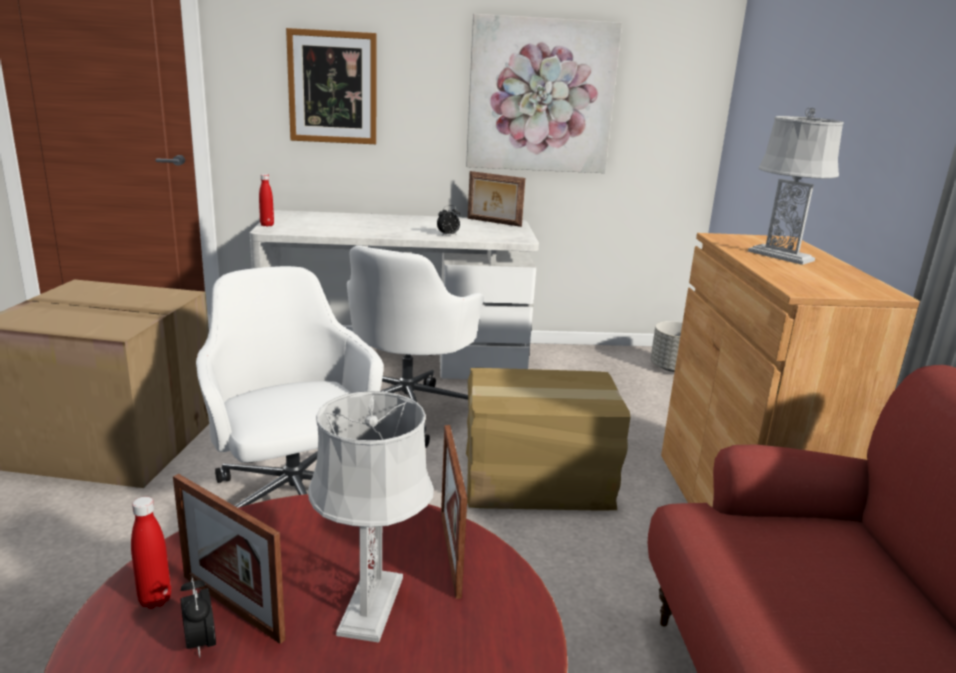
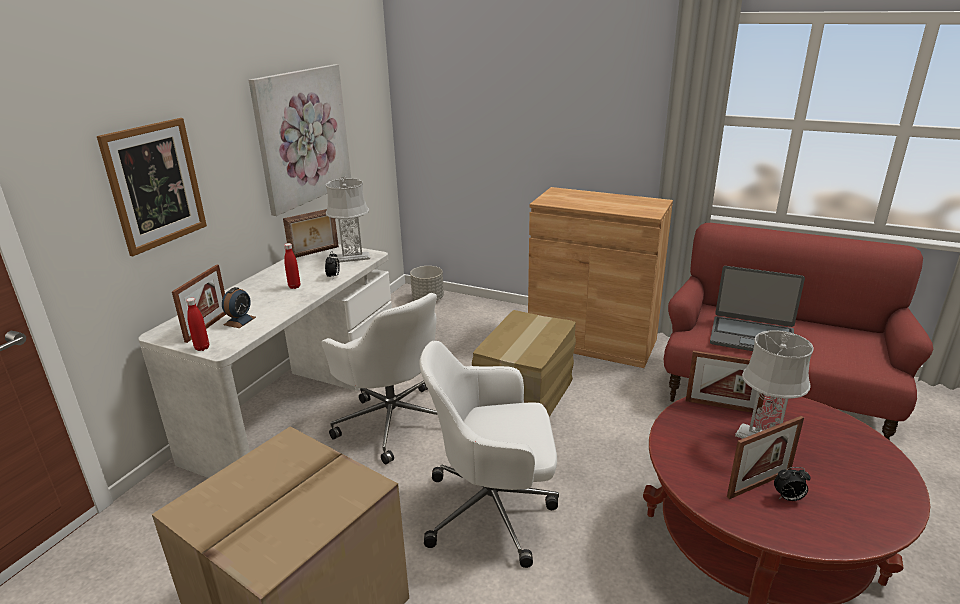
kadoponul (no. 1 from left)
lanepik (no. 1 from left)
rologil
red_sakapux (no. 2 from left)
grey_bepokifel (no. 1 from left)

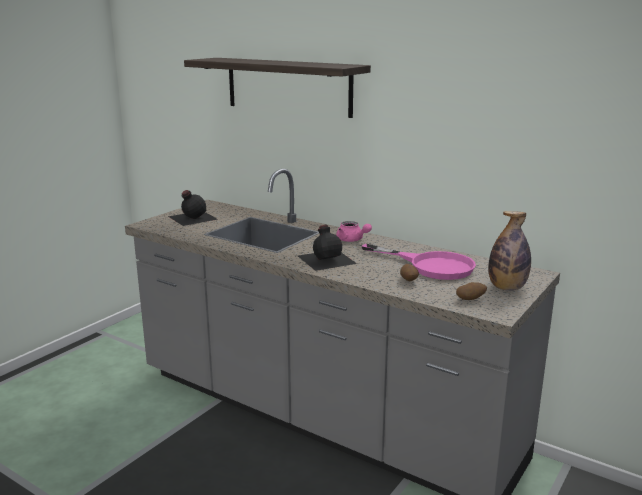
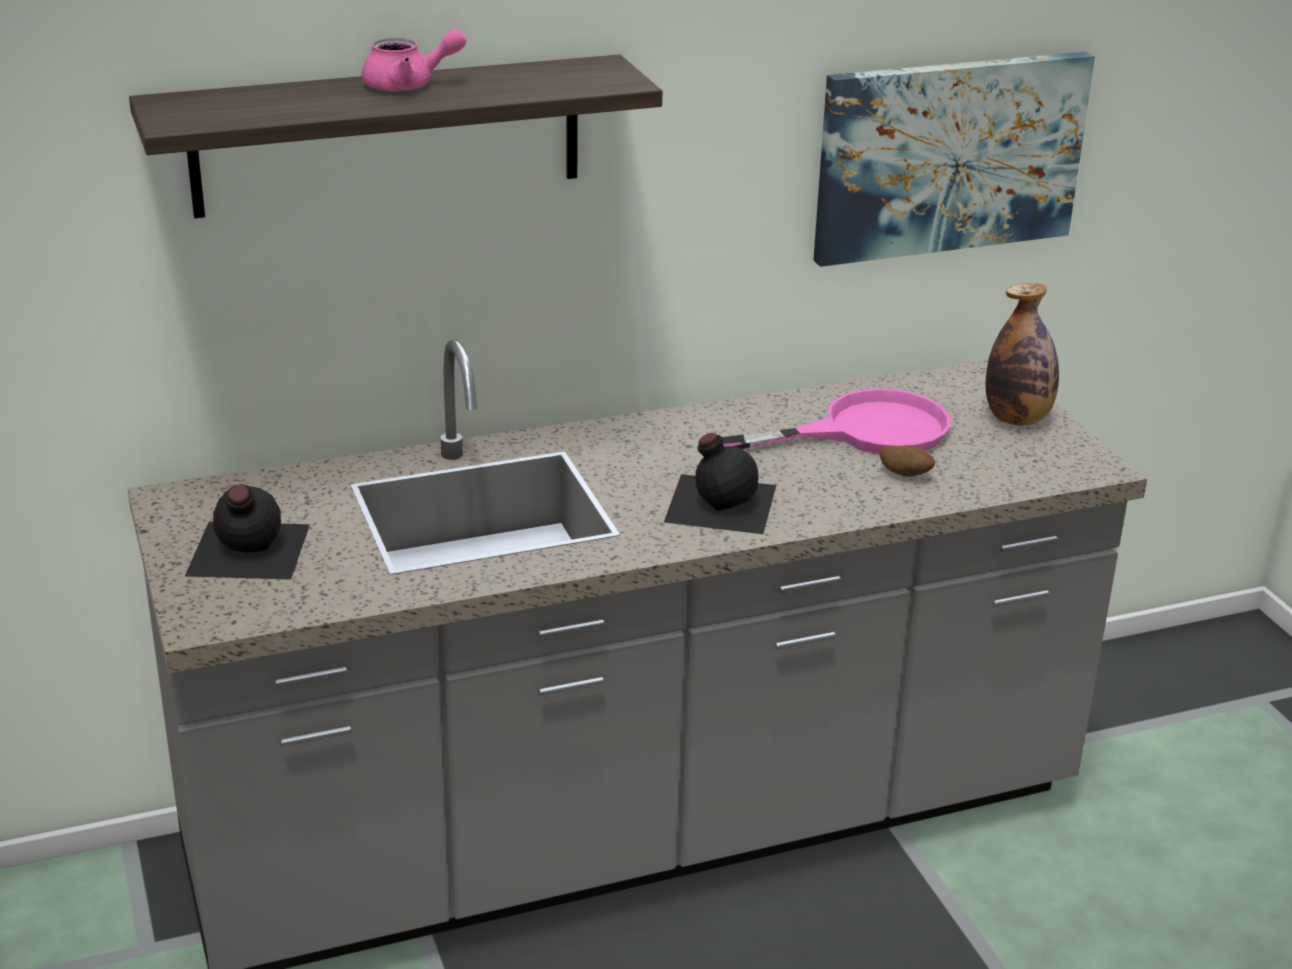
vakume (no. 2 from left in the first image)
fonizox
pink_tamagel

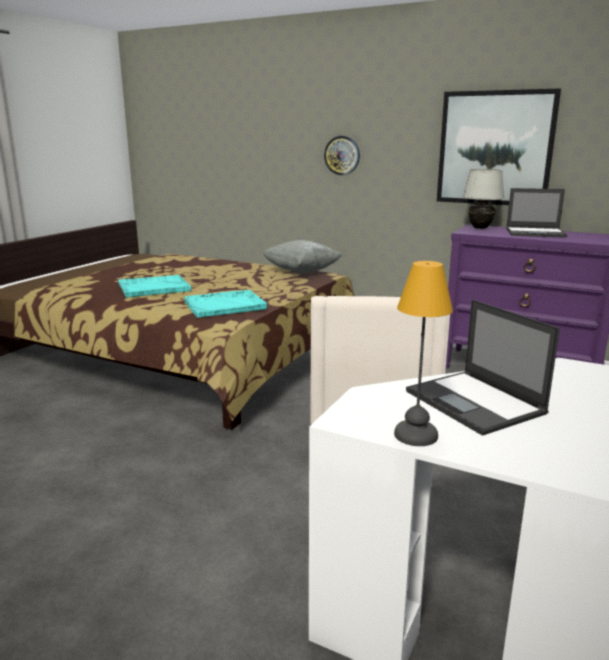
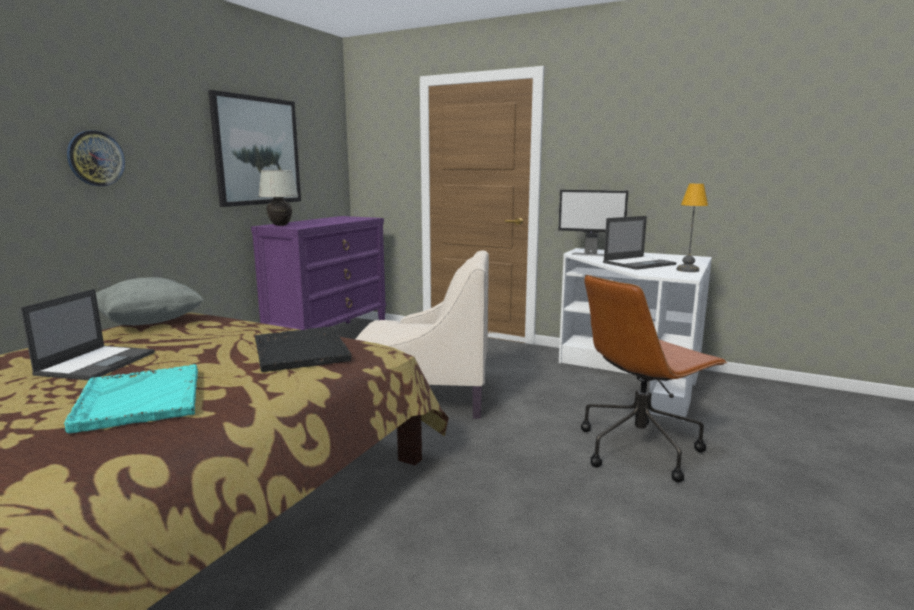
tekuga
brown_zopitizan
rologil (no. 1 from left)
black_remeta

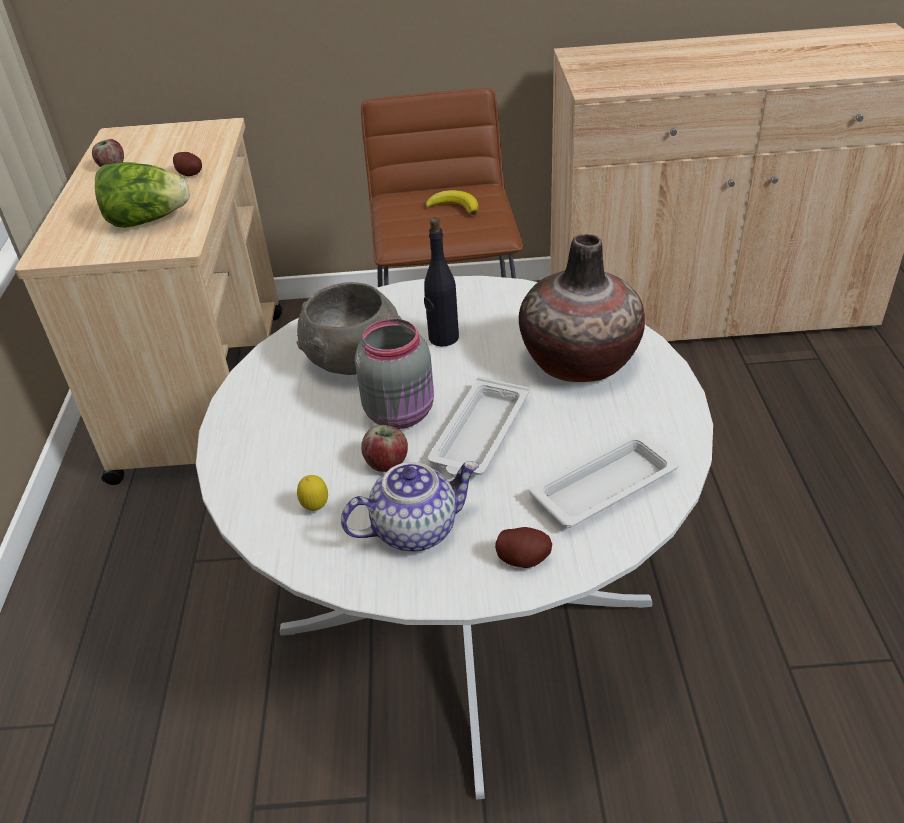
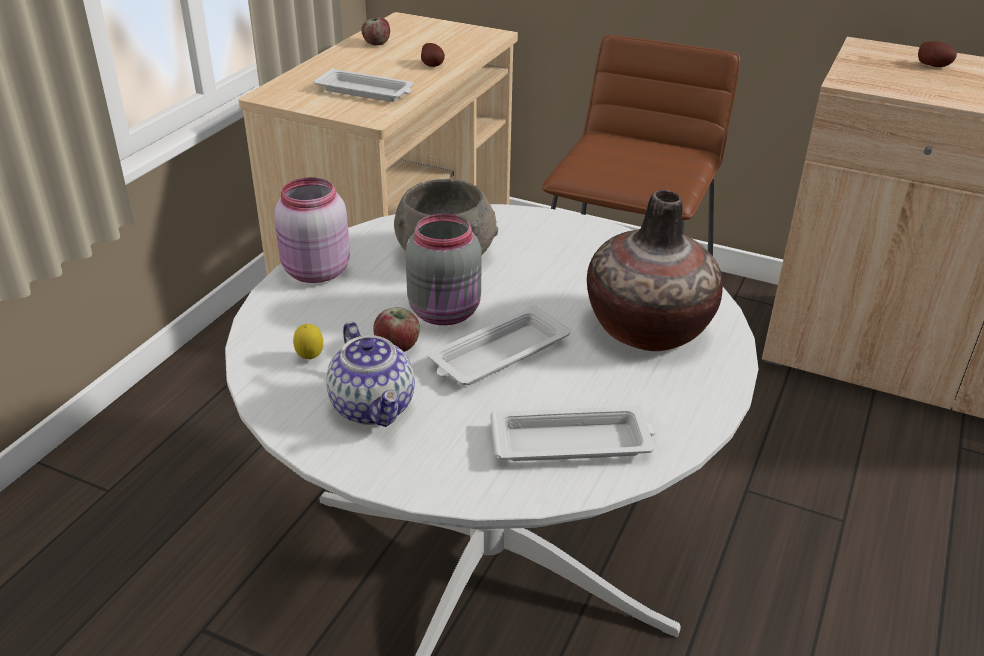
black_sakapux
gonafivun
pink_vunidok
vakume (no. 2 from left)
white_remeta (no. 1 from left)
tamagel

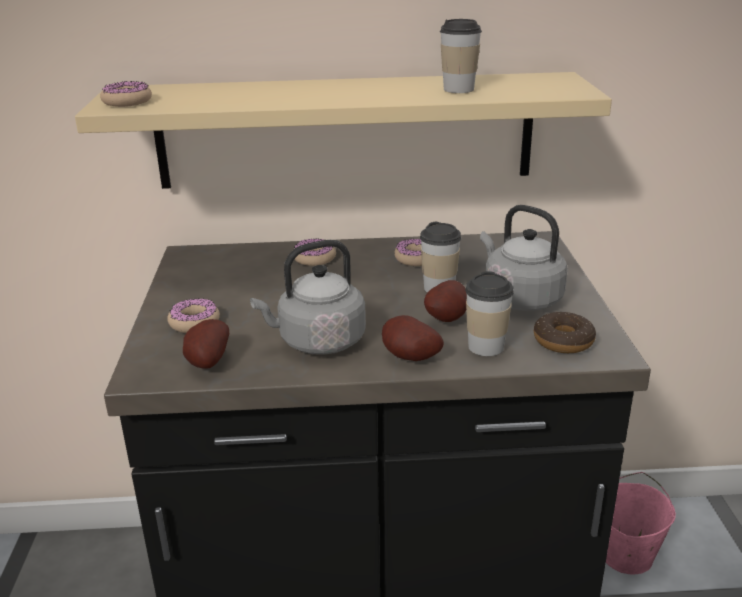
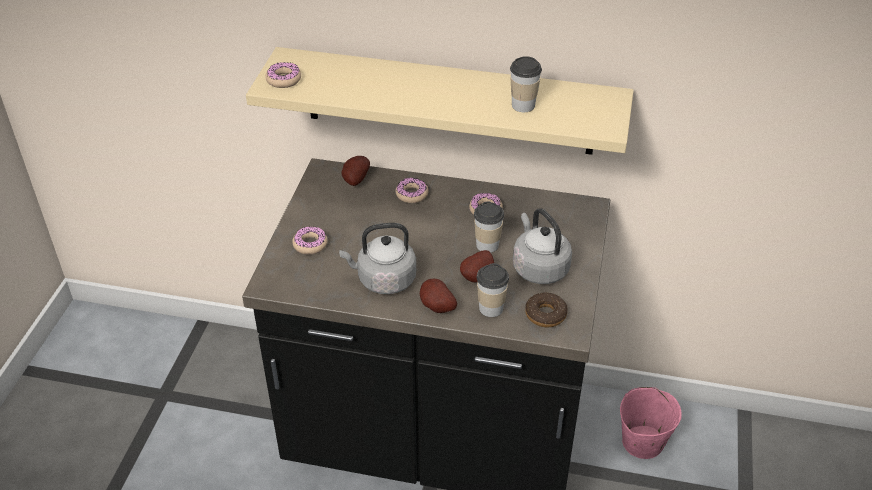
vakume (no. 1 from left)

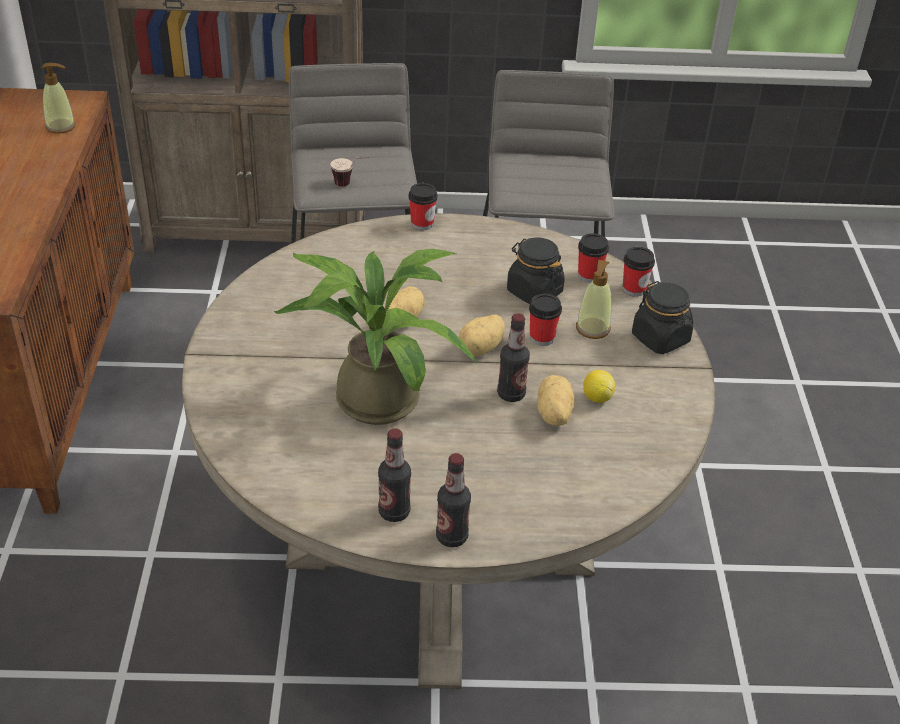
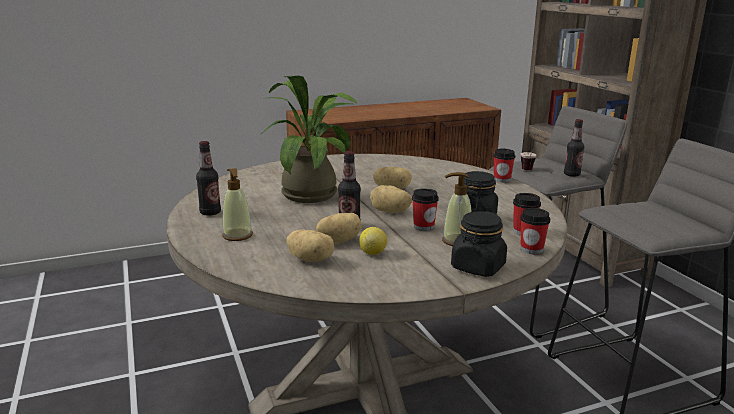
vakume (no. 1 from left)
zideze (no. 1 from left)
sakapux (no. 3 from left)

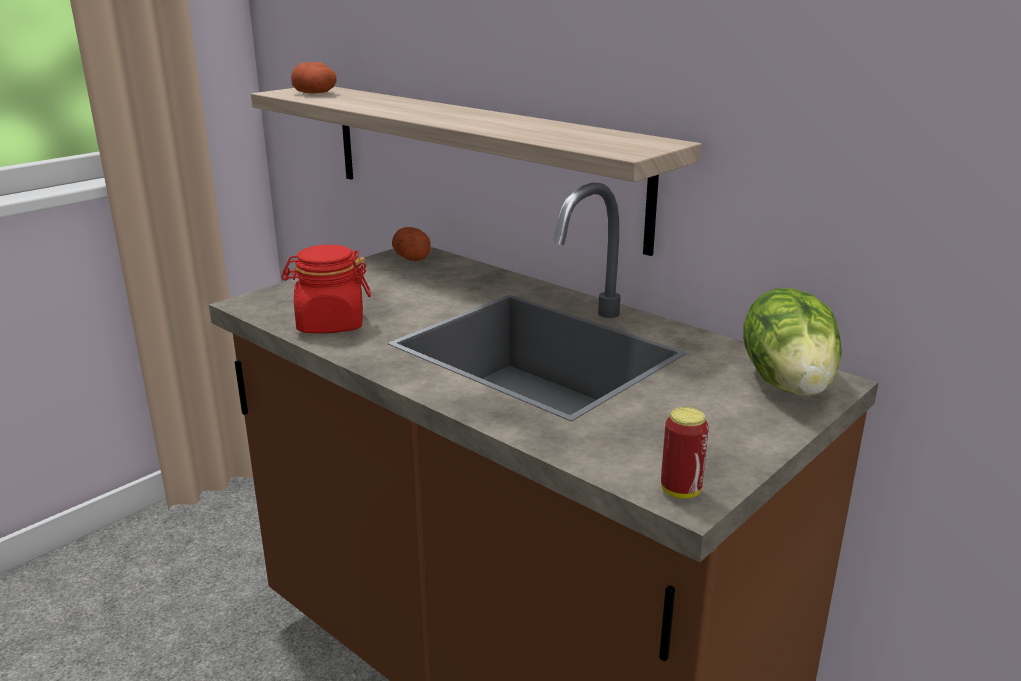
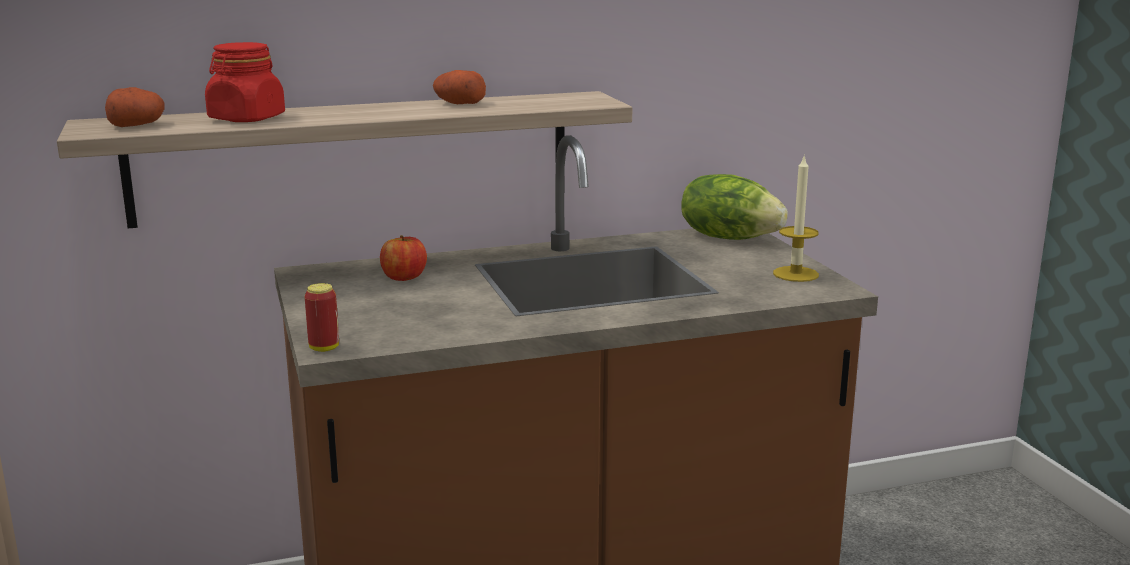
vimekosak
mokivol
red_vunidok
vakume (no. 2 from left)
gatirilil

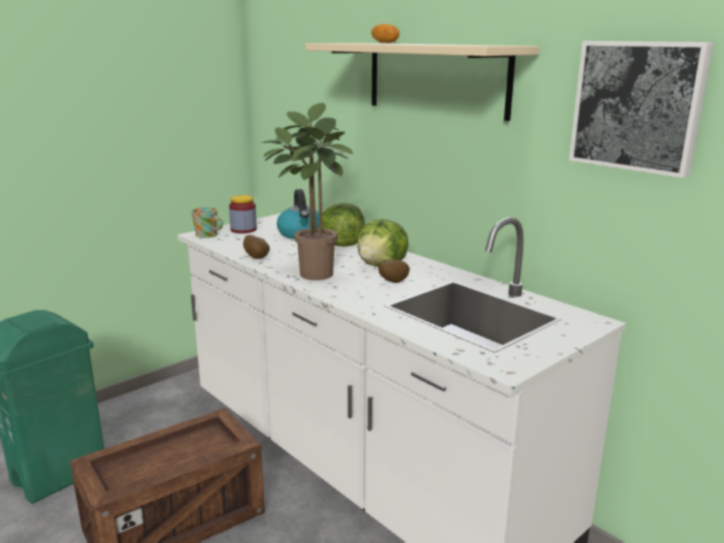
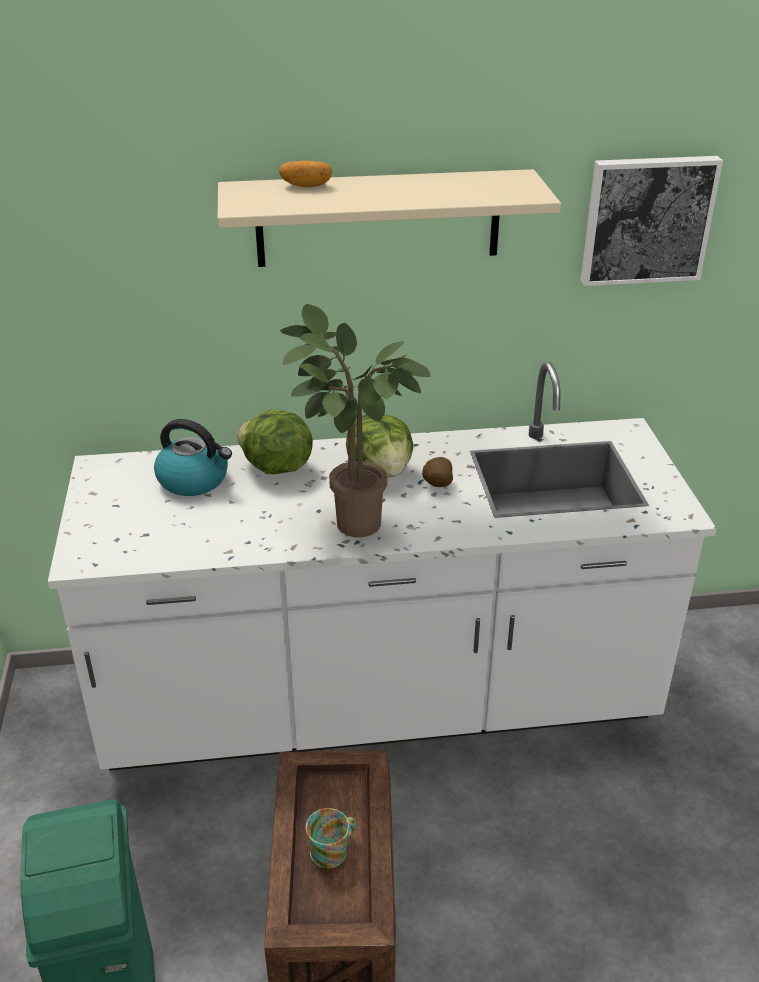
vunidok
vakume (no. 1 from left in the first image)
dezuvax

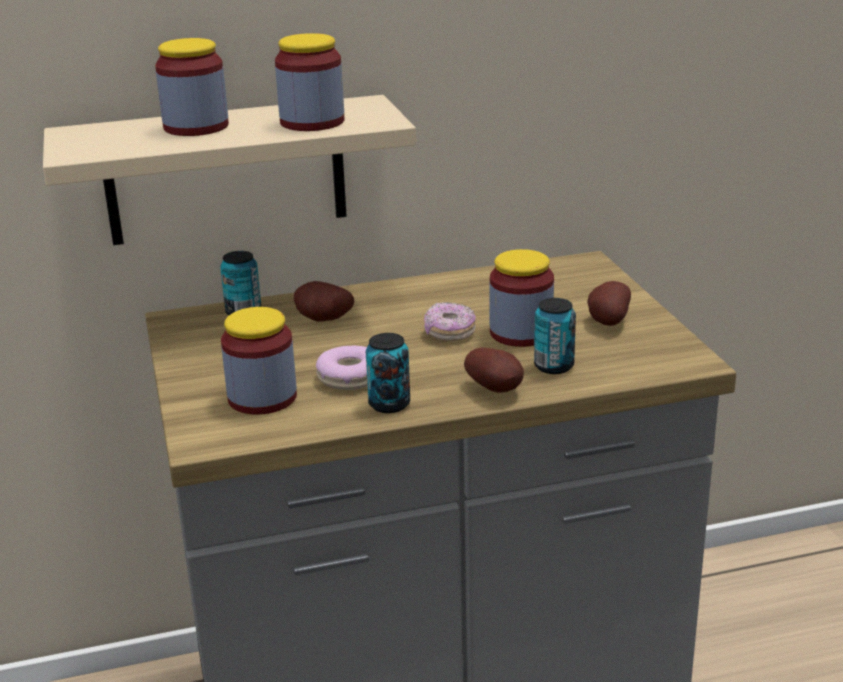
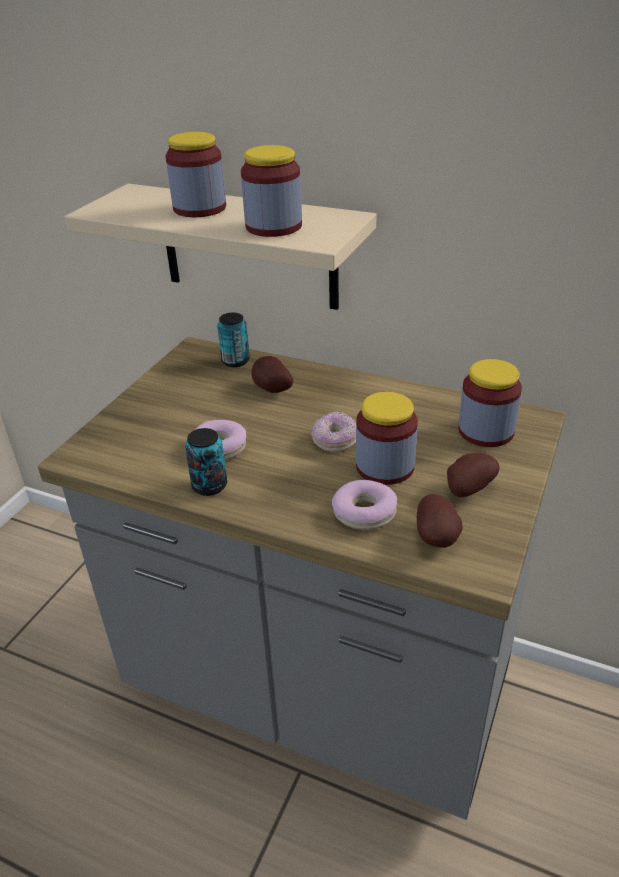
vunidok (no. 4 from left)
vakume (no. 2 from left)
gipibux (no. 3 from left)

